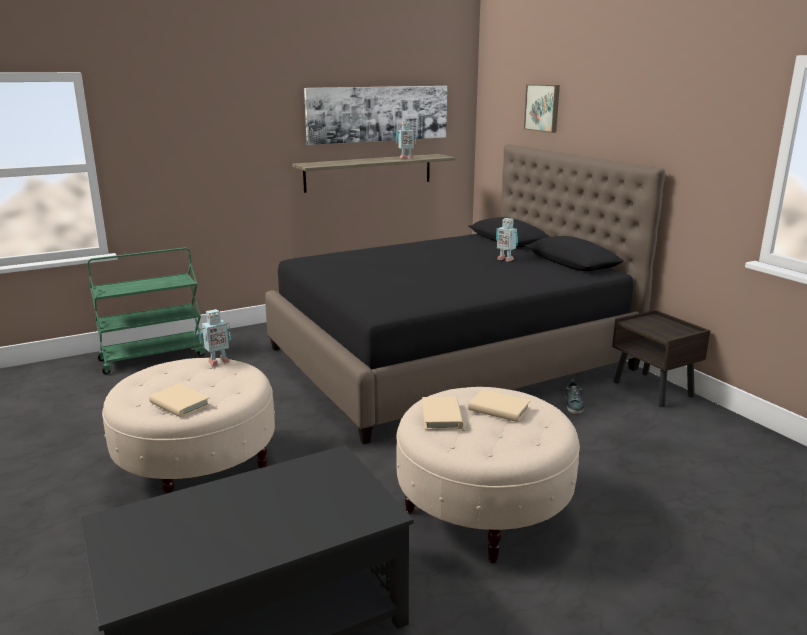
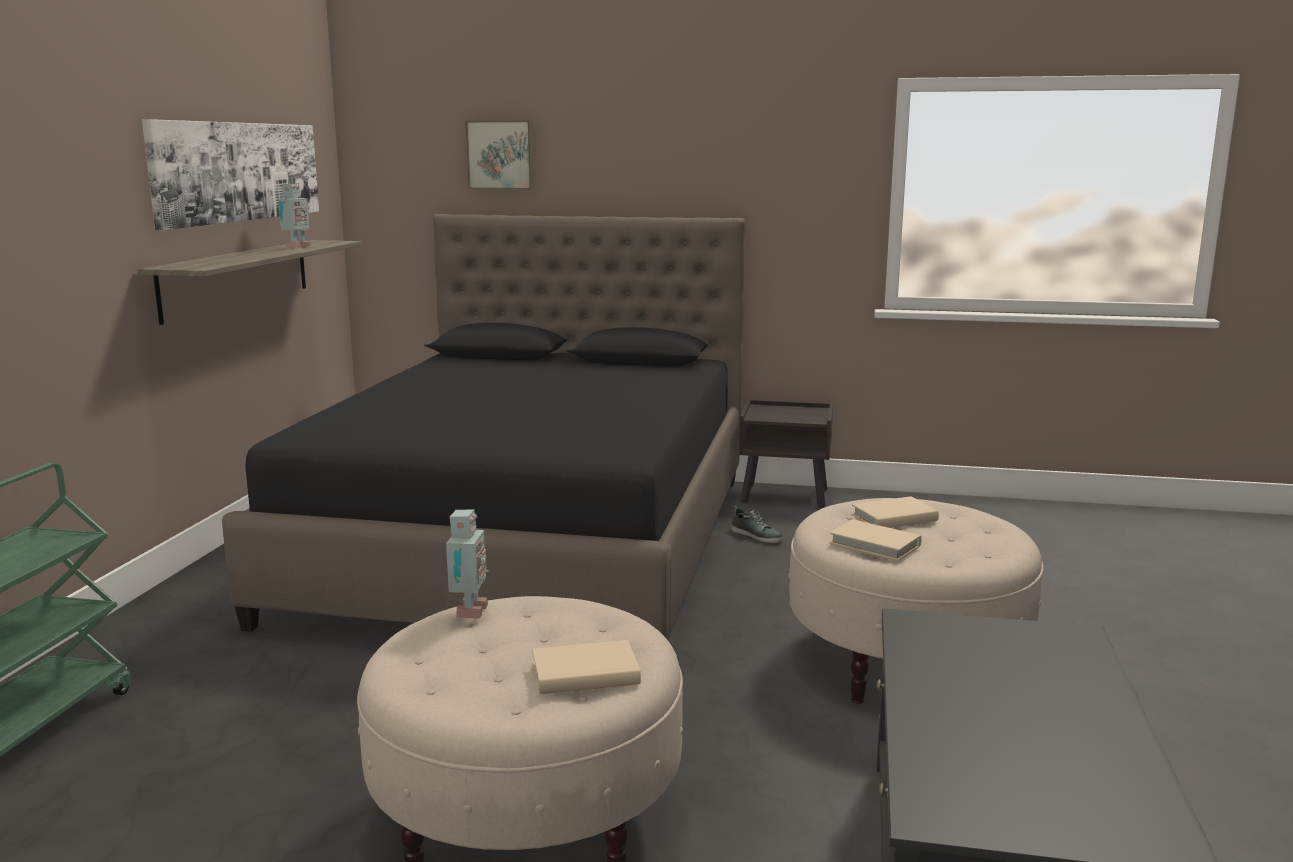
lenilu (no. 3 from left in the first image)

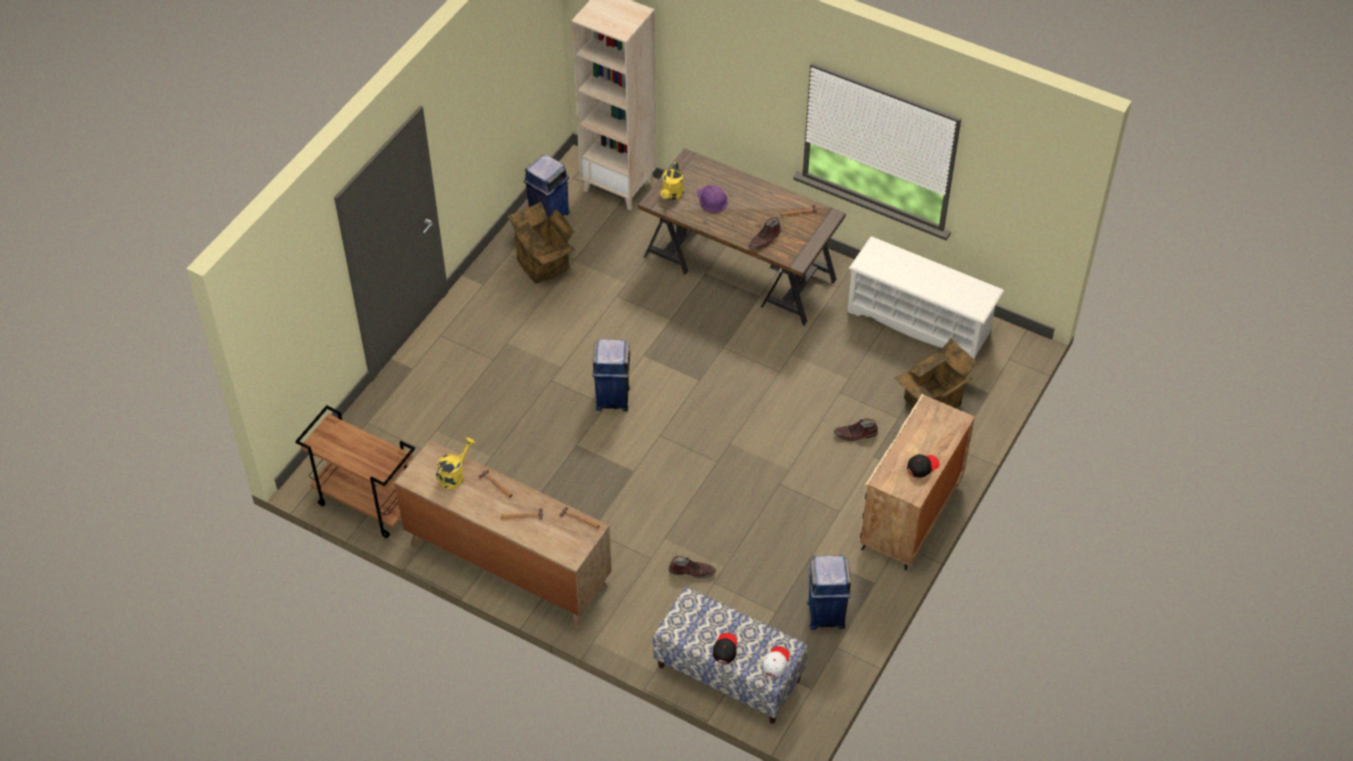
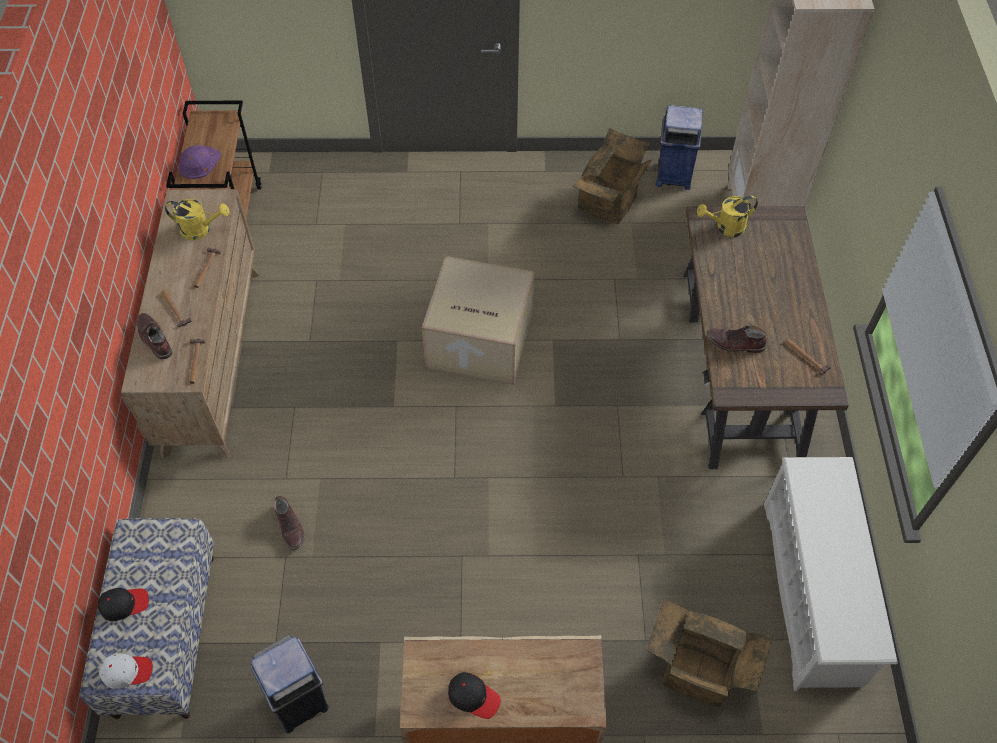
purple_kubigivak
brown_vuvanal (no. 1 from left)
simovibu (no. 1 from left)

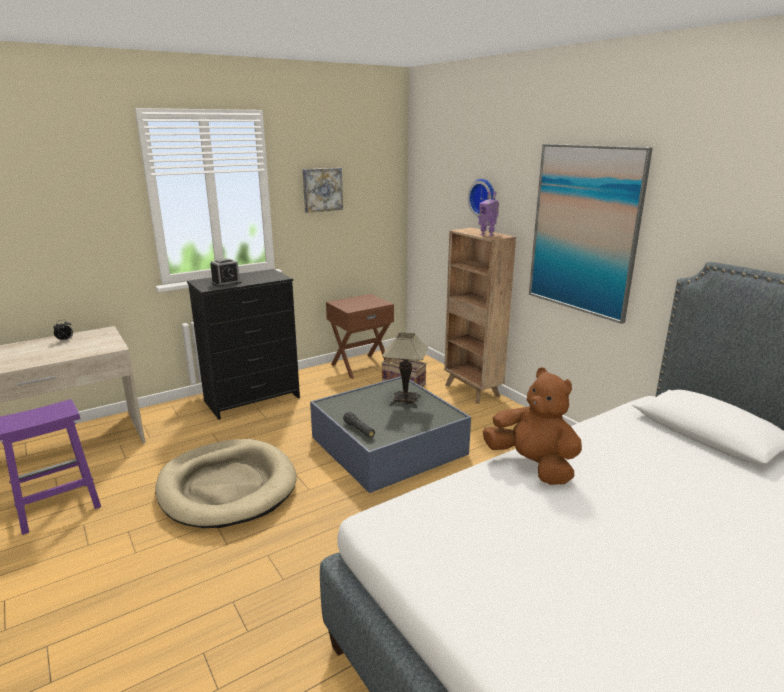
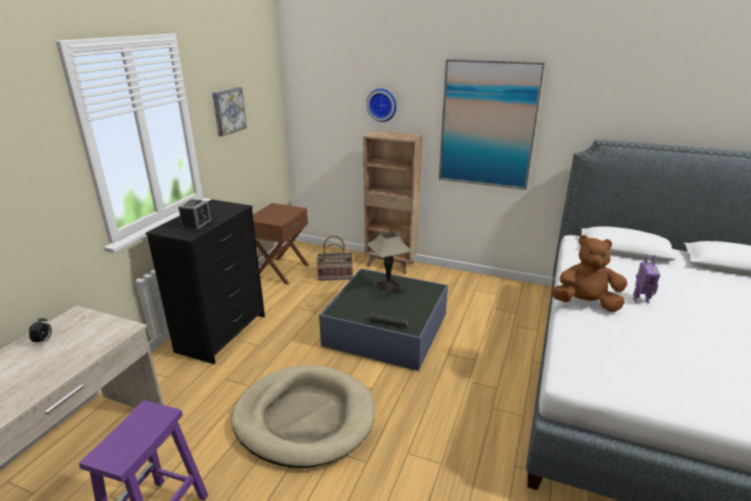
lenilu

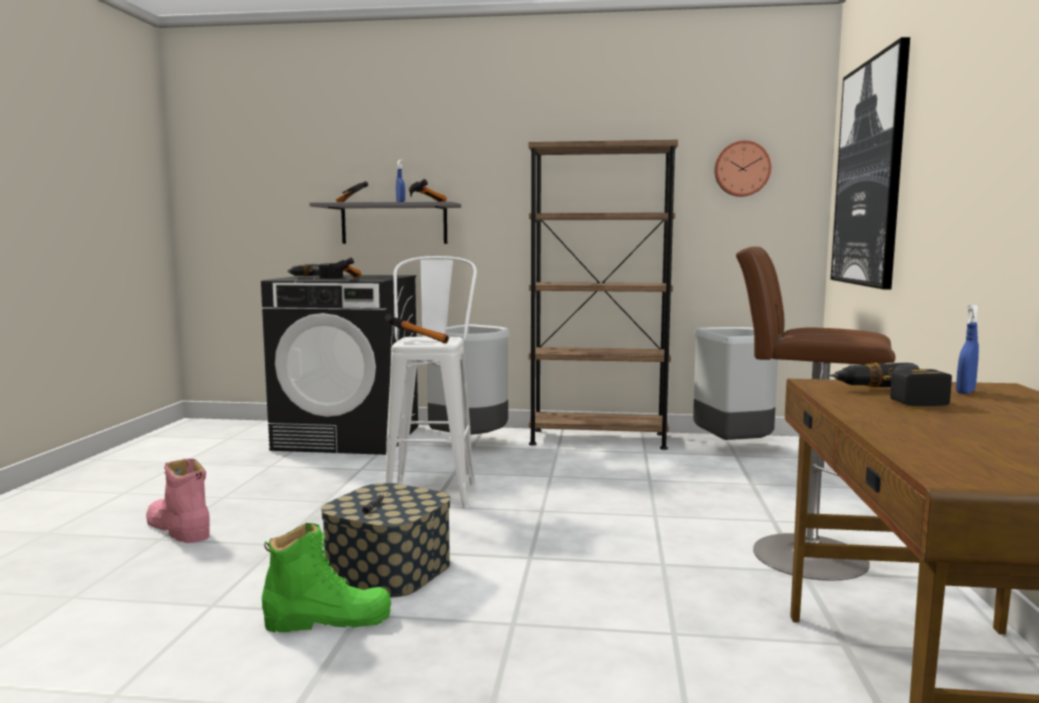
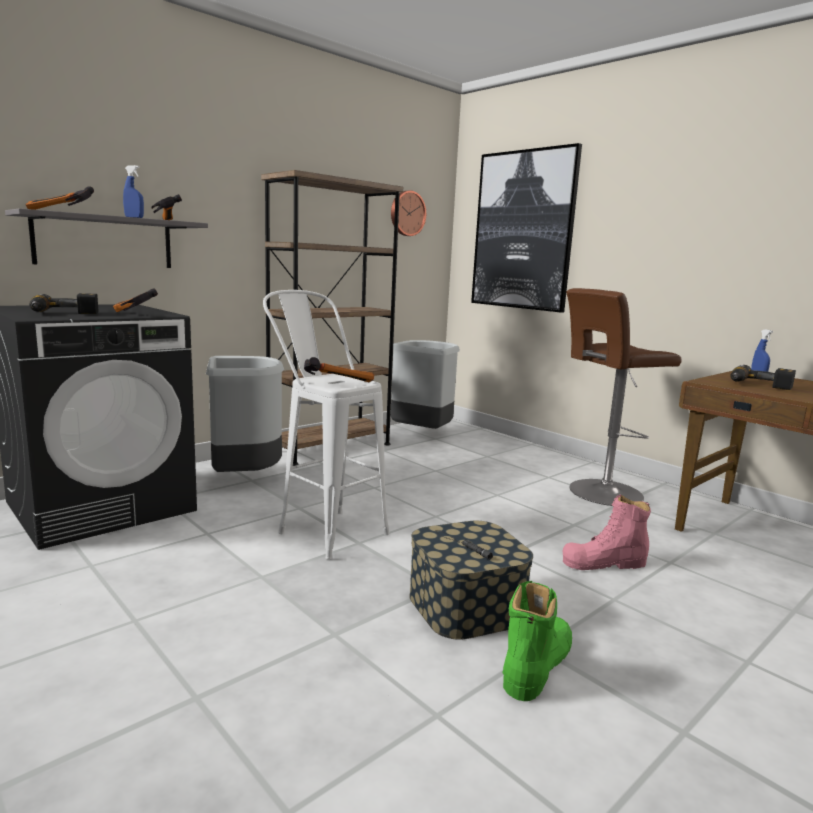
pink_vuvanal

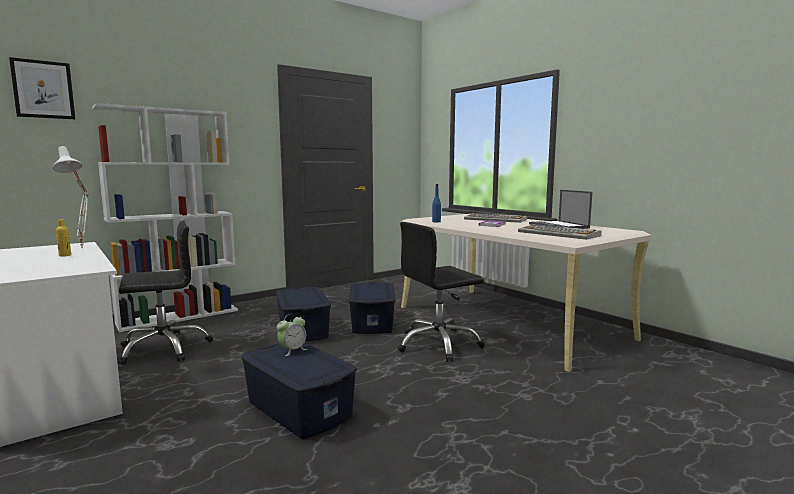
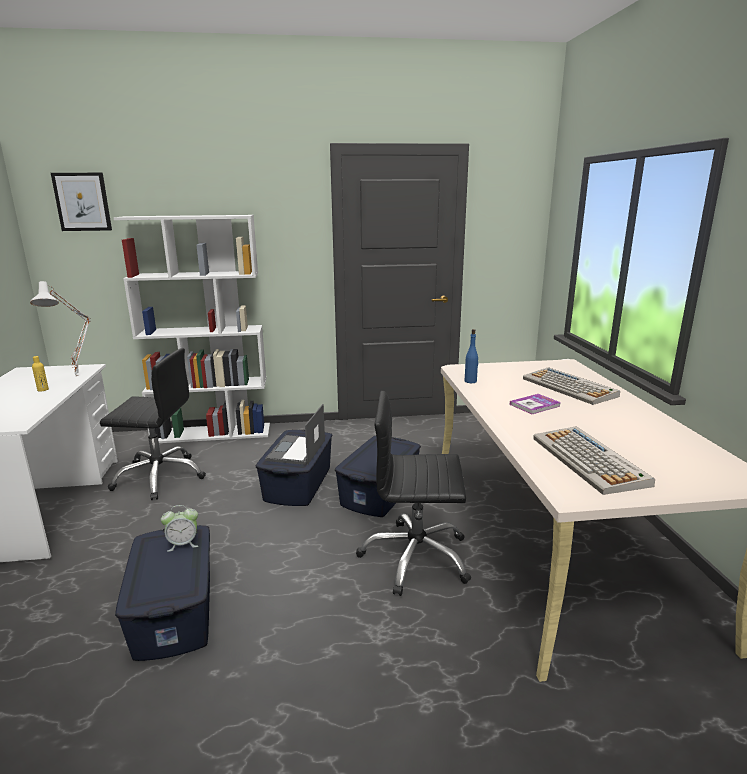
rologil

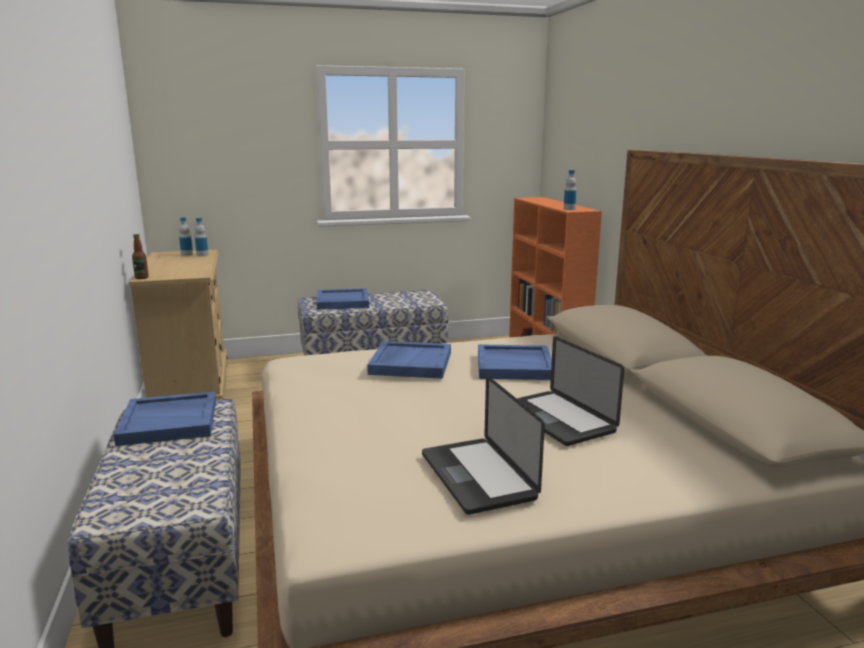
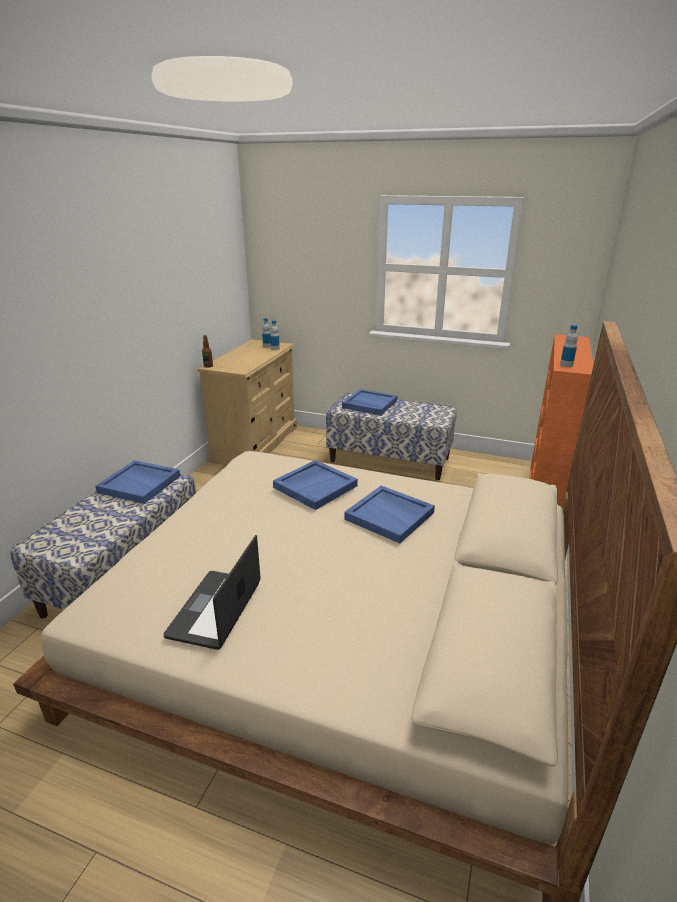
rologil (no. 2 from left in the first image)

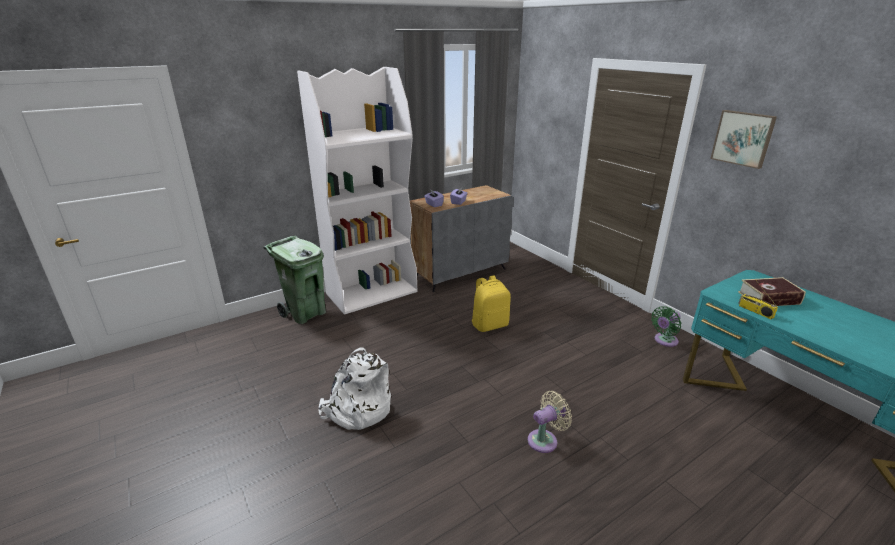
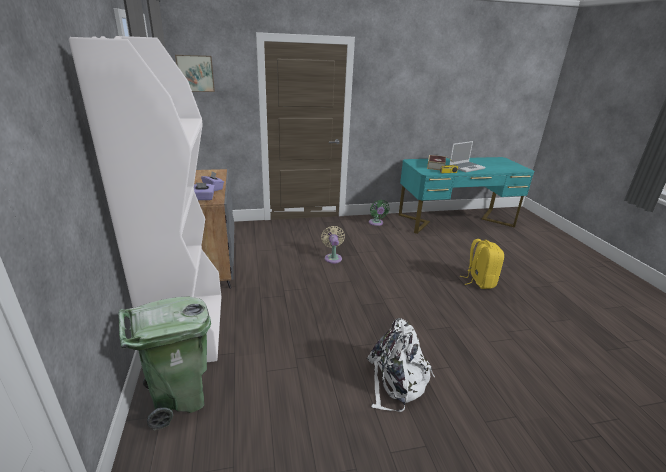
rologil
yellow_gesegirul
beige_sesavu
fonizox

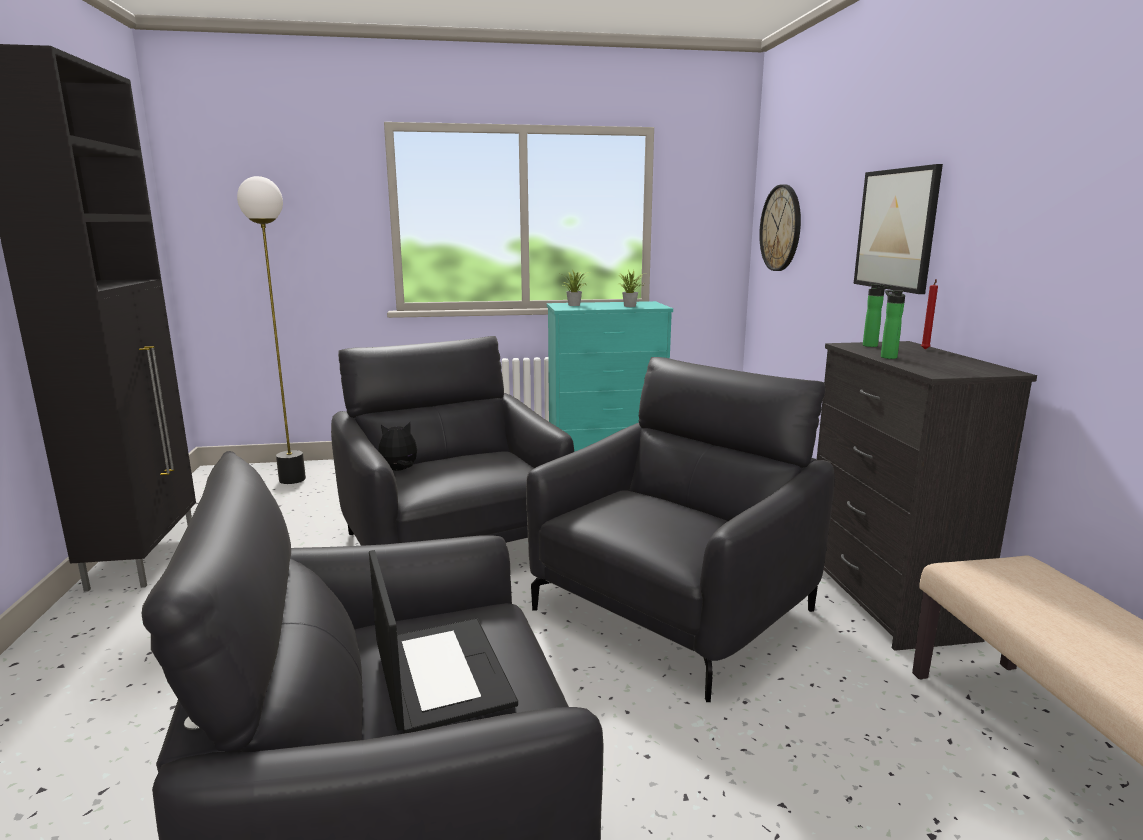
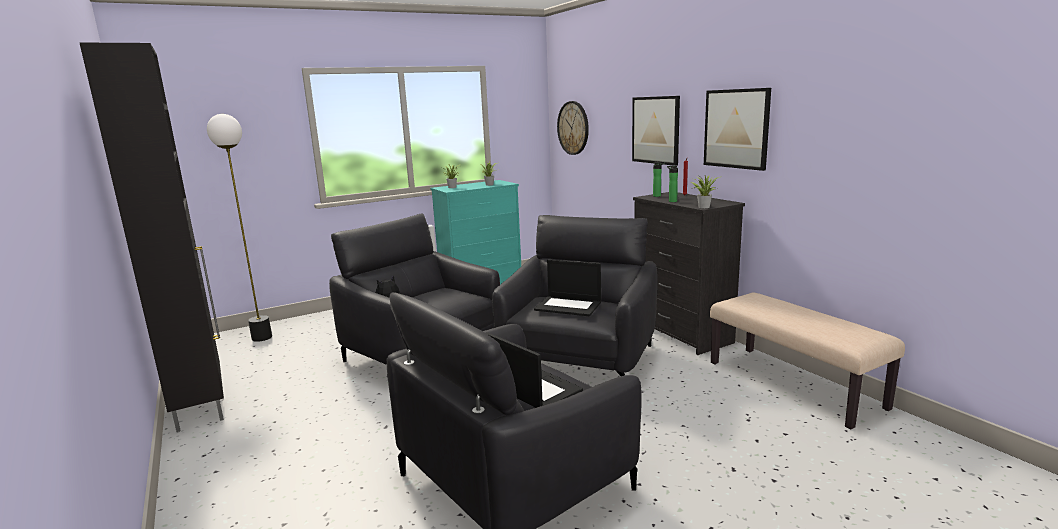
rologil (no. 2 from left)
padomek (no. 3 from left)
fonizox (no. 2 from left)

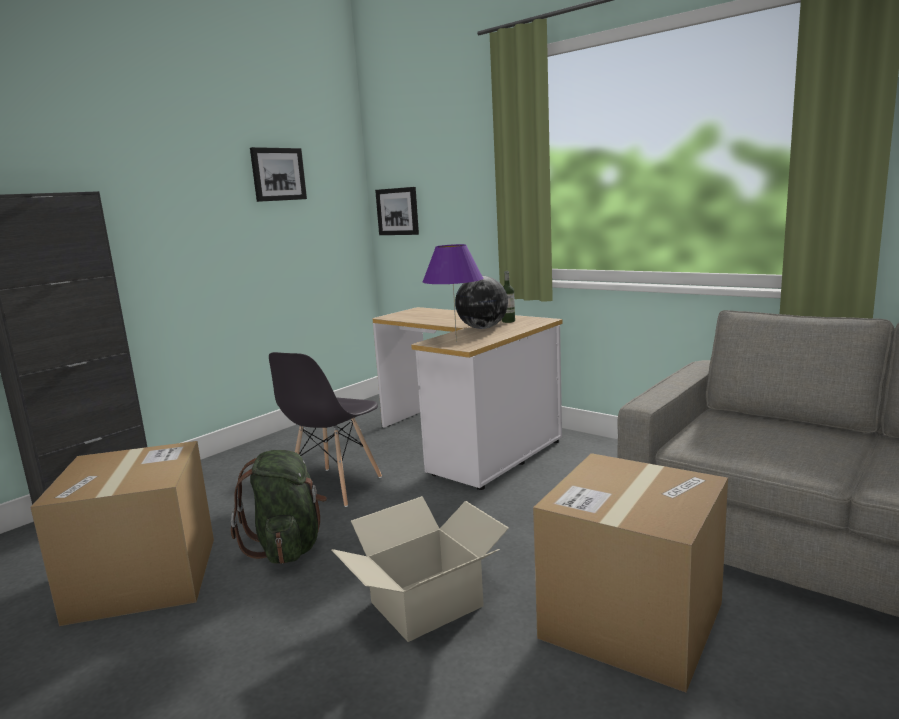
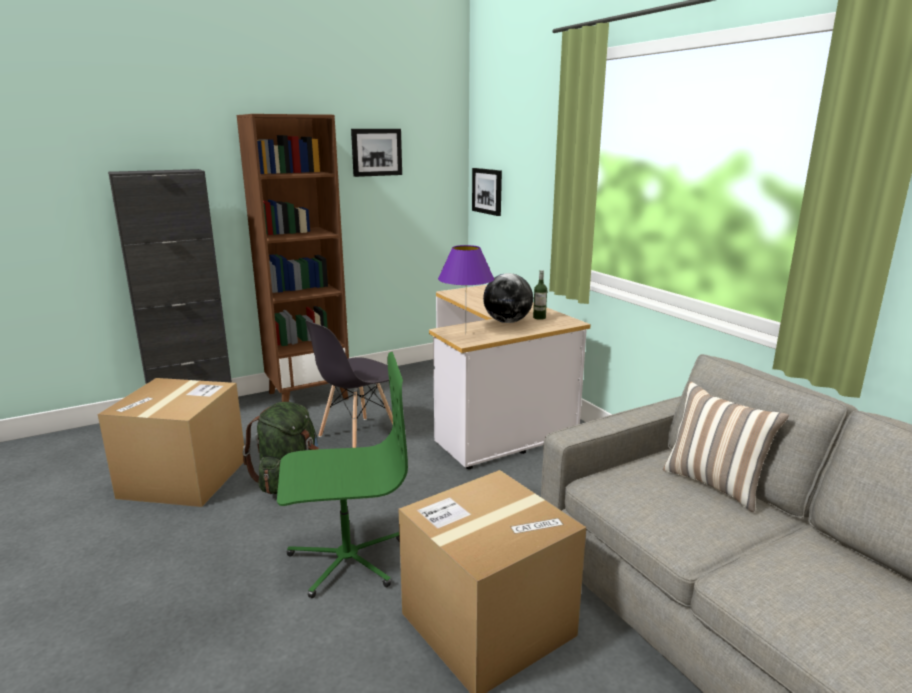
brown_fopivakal
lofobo
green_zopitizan

